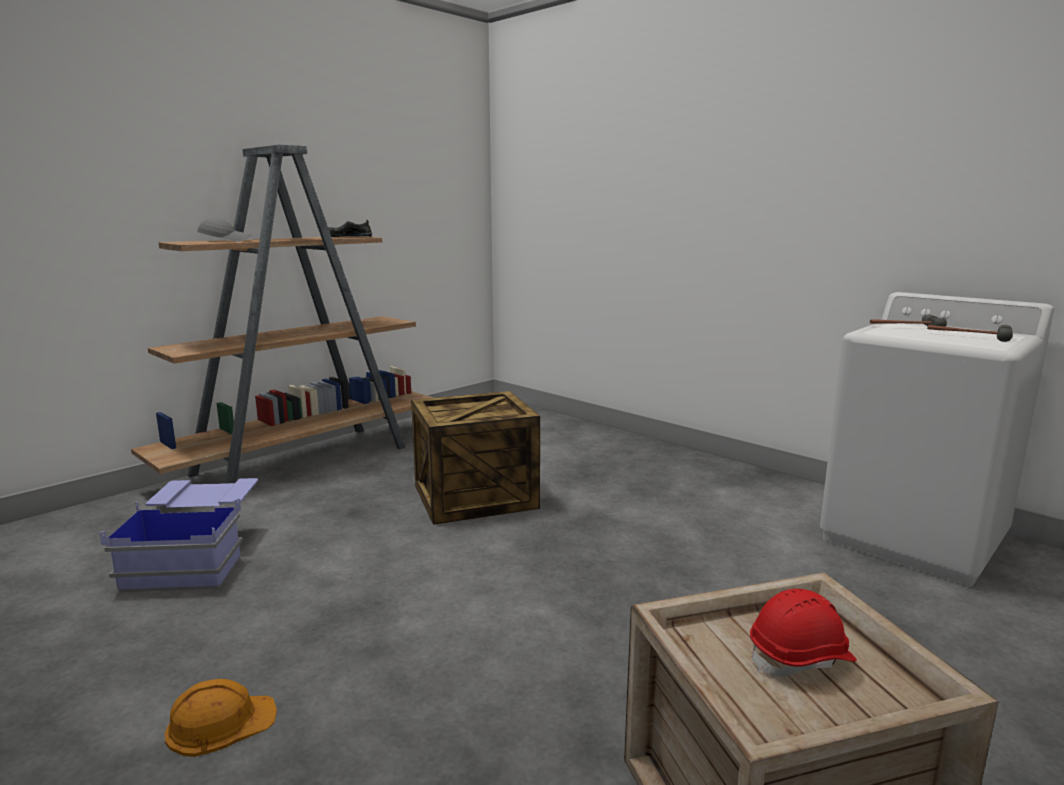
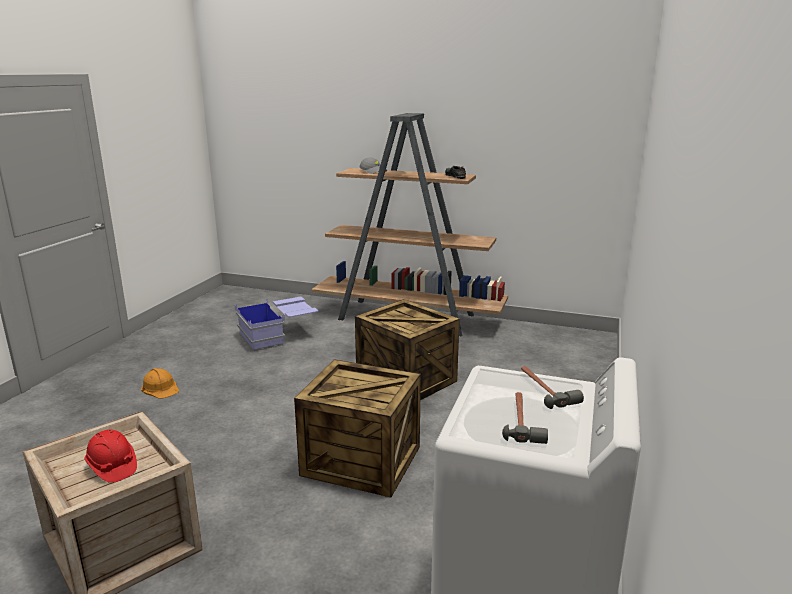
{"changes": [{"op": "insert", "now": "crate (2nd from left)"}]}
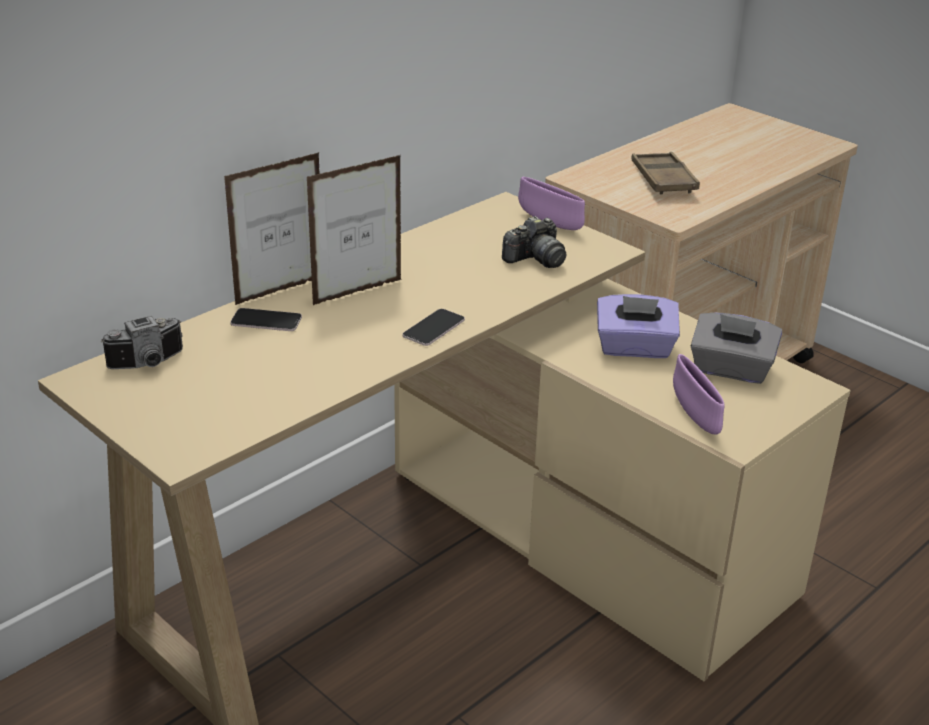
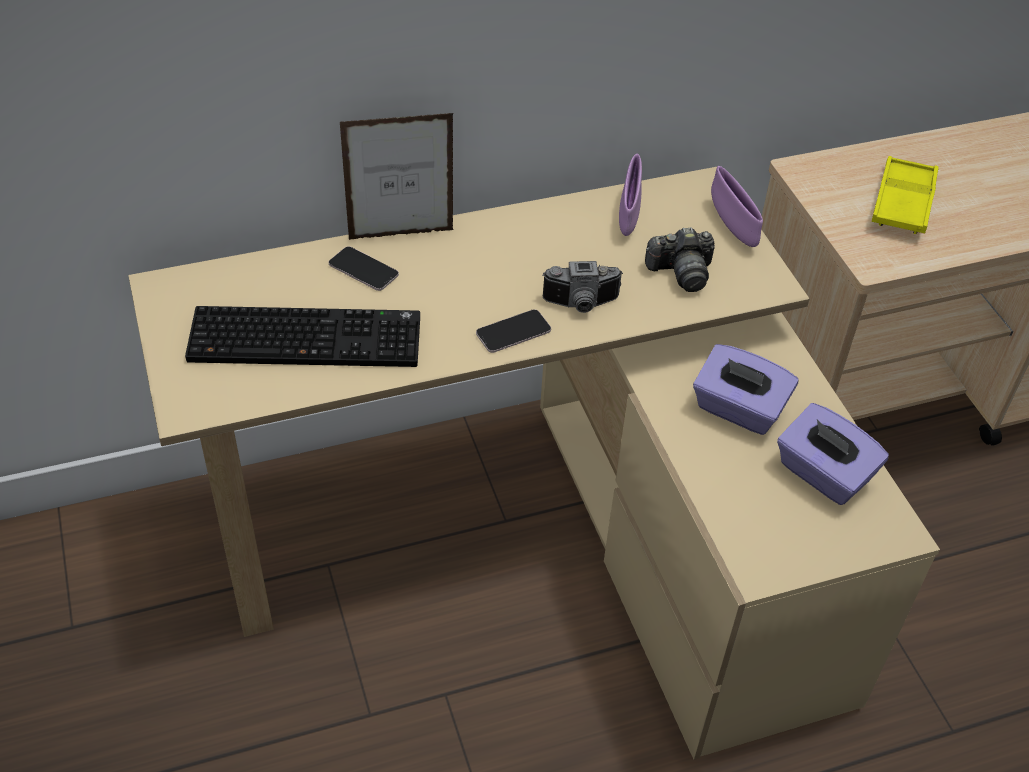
{"changes": [{"op": "recolor", "was": "brown tray", "now": "yellow tray"}, {"op": "delete", "was": "picture frame (2nd from left)"}, {"op": "recolor", "was": "grey tissue box", "now": "purple tissue box (2nd from left)"}, {"op": "move", "was": "photo camera (1st from left)"}, {"op": "move", "was": "purple bowl (2nd from left in the first image)", "now": "purple bowl (1st from left)"}, {"op": "insert", "now": "keyboard"}]}
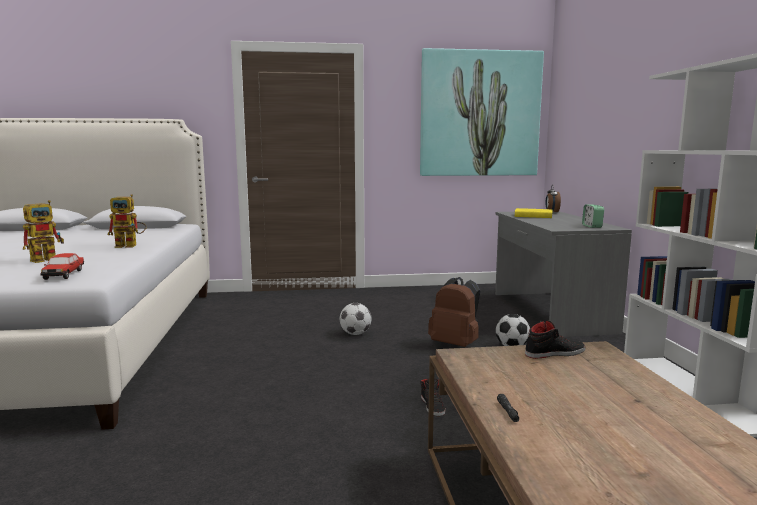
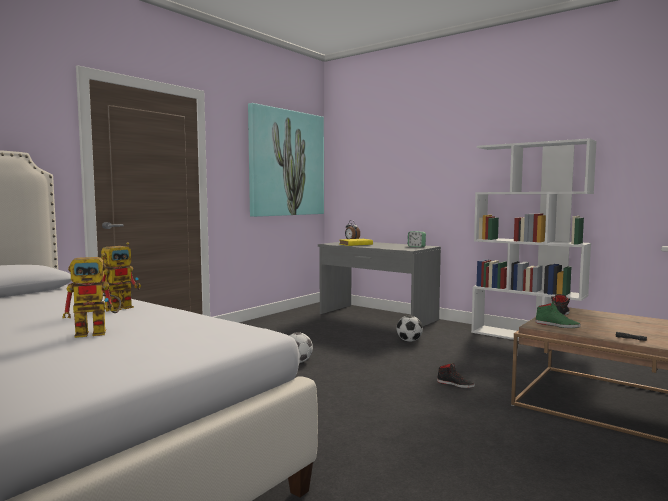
{"changes": [{"op": "rotate", "was": "toy robot (1st from left)", "clockwise": 75}, {"op": "delete", "was": "toy car"}, {"op": "delete", "was": "brown backpack"}, {"op": "insert", "now": "green shoe"}]}
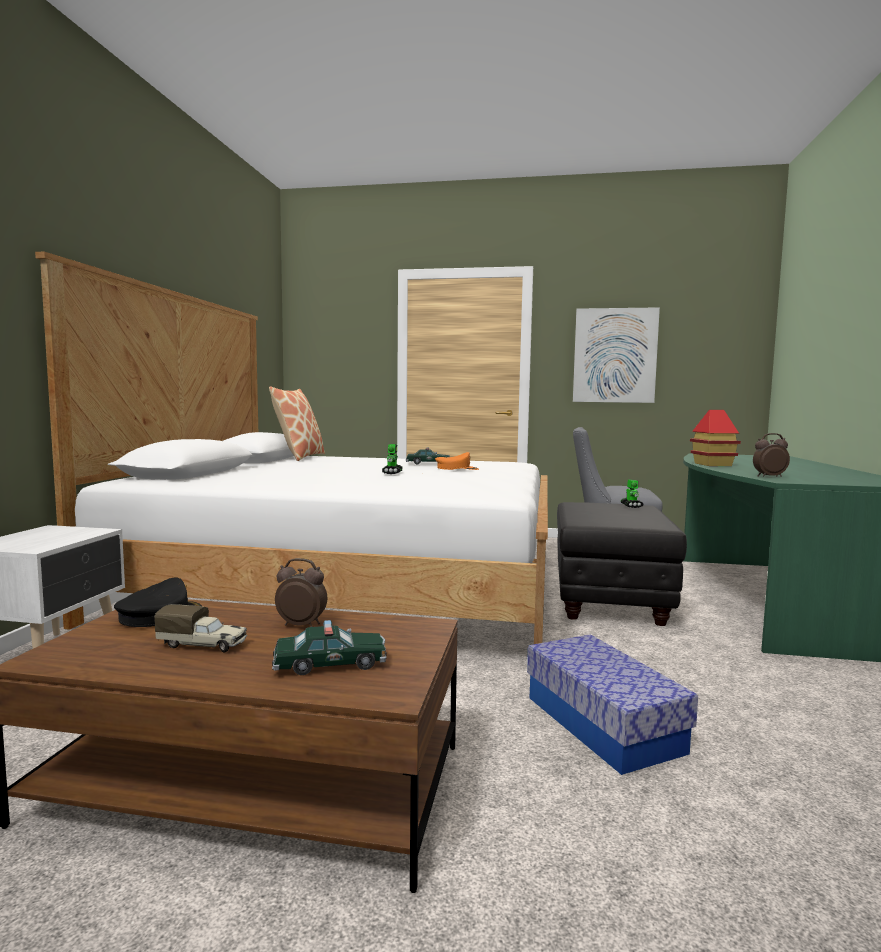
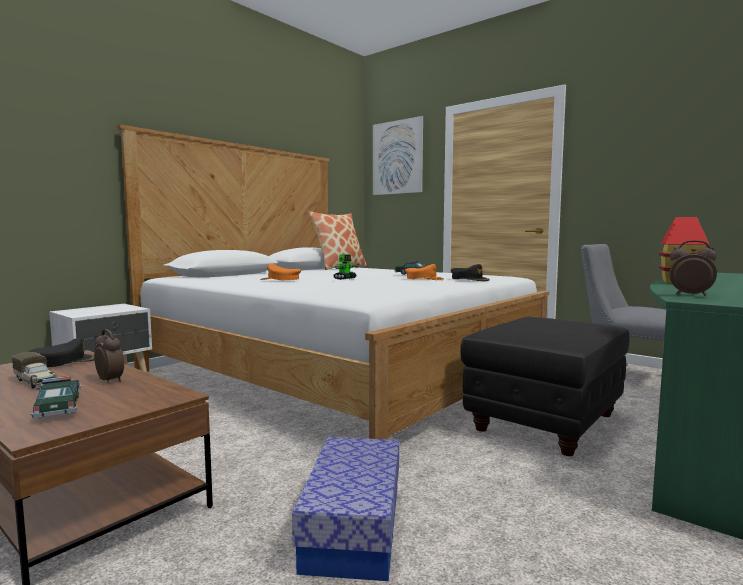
{"changes": [{"op": "move", "was": "picture"}, {"op": "delete", "was": "toy robot (2nd from left)"}, {"op": "rotate", "was": "toy car (1st from left)", "clockwise": -135}, {"op": "insert", "now": "orange cap (1st from left)"}, {"op": "insert", "now": "black cap (2nd from left)"}]}
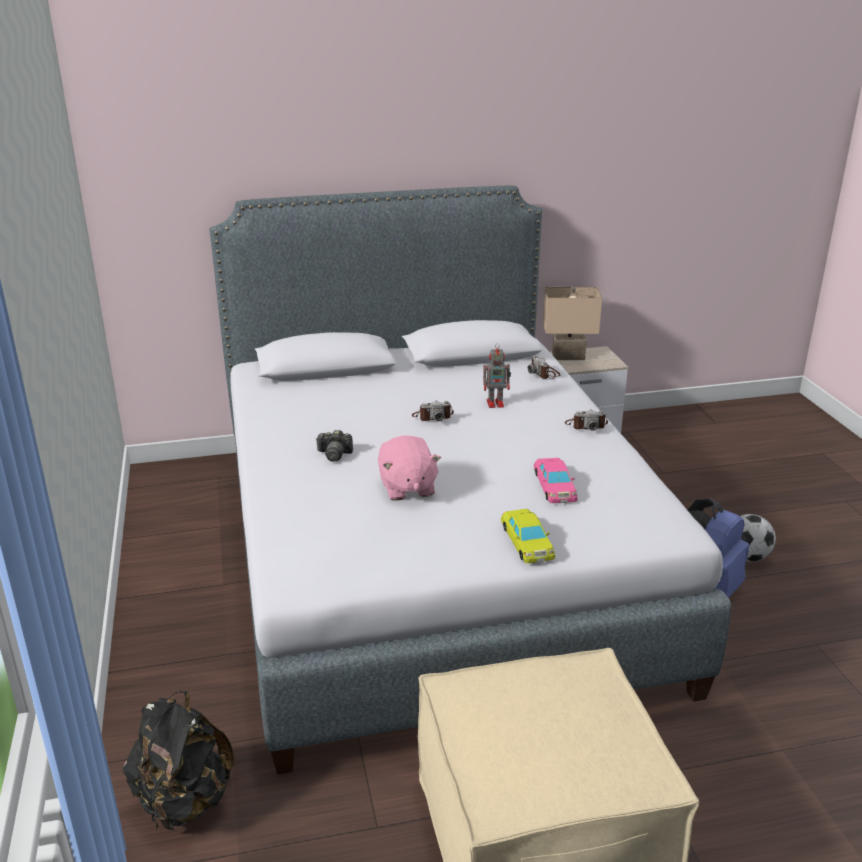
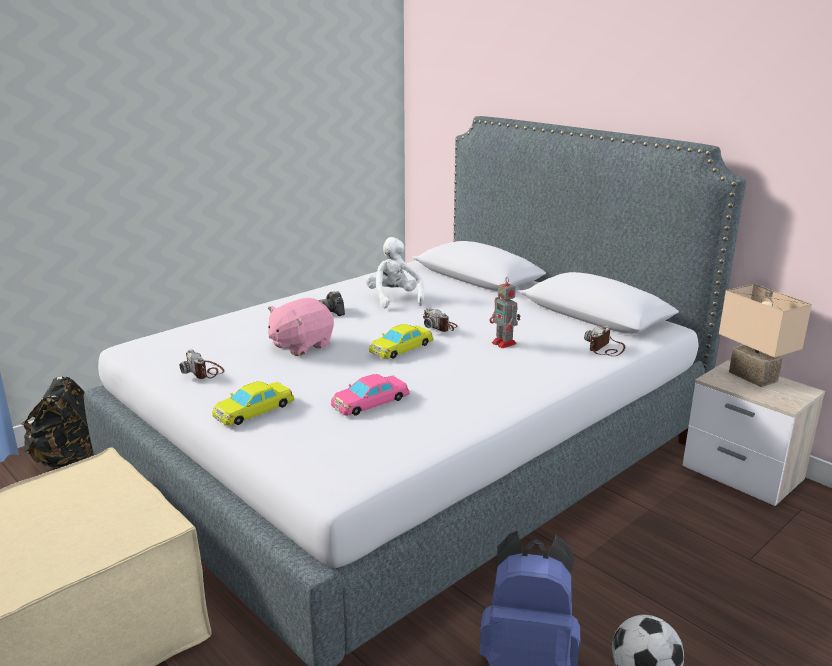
{"changes": [{"op": "move", "was": "photo camera (4th from left in the first image)", "now": "photo camera (1st from left)"}, {"op": "insert", "now": "white plush toy"}, {"op": "insert", "now": "yellow toy car (2nd from left)"}]}
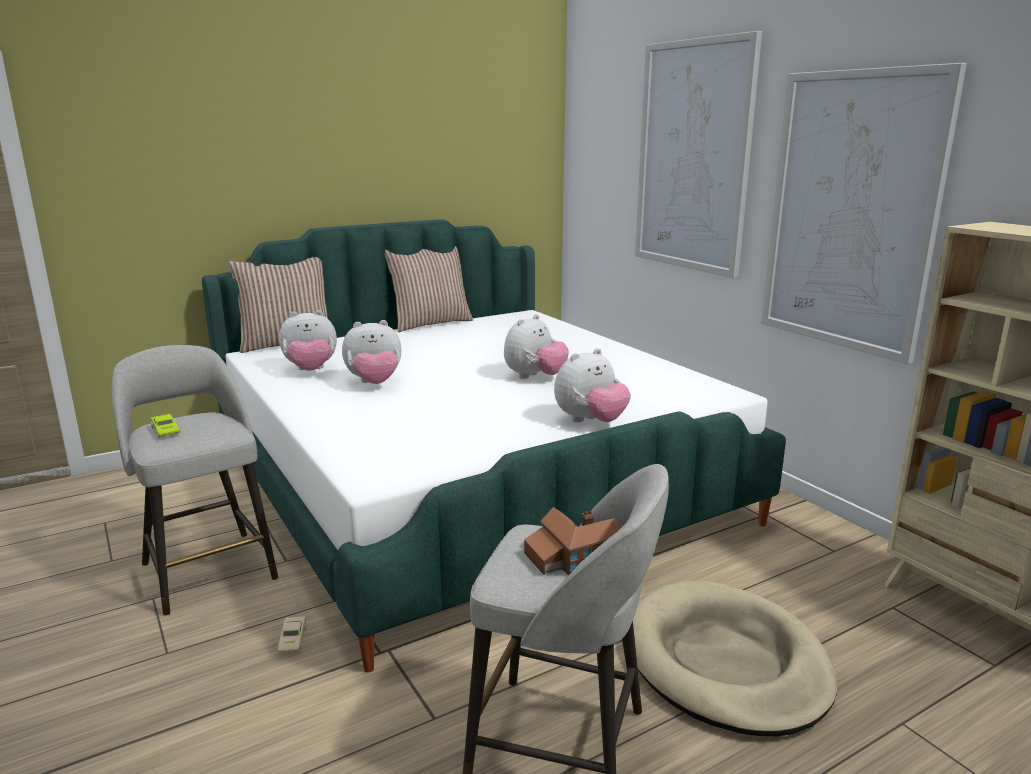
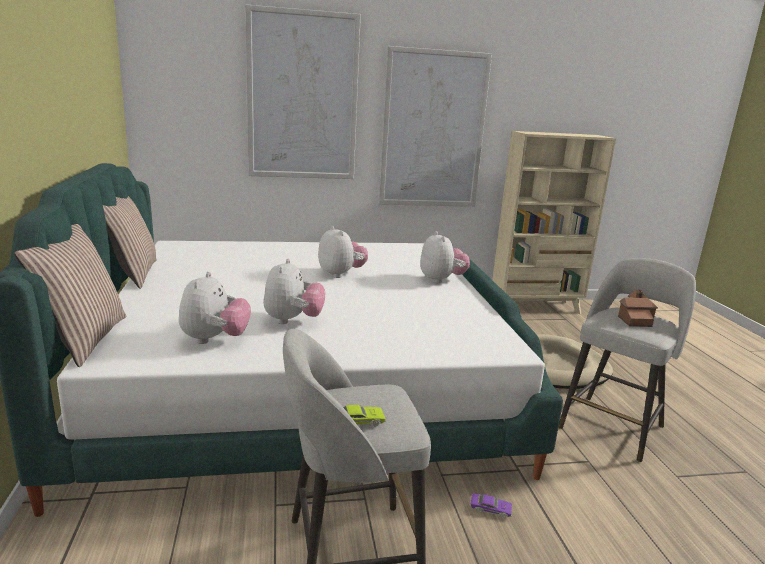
{"changes": [{"op": "recolor", "was": "beige toy car", "now": "purple toy car"}]}
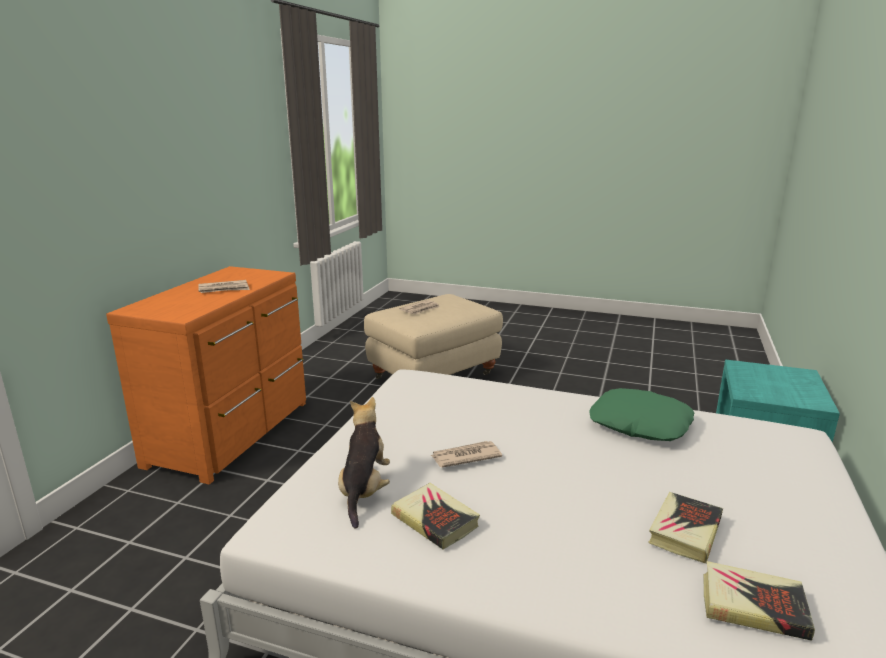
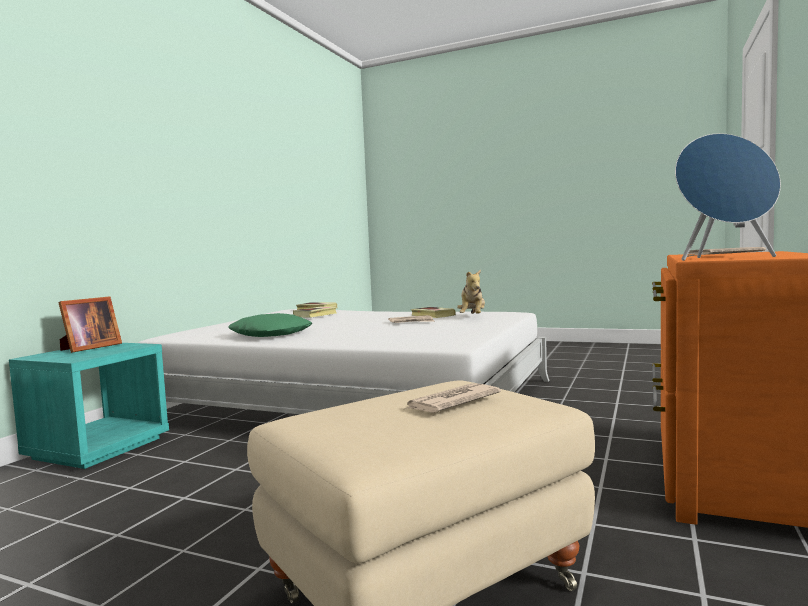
{"changes": [{"op": "insert", "now": "blue speaker"}, {"op": "insert", "now": "picture frame"}]}
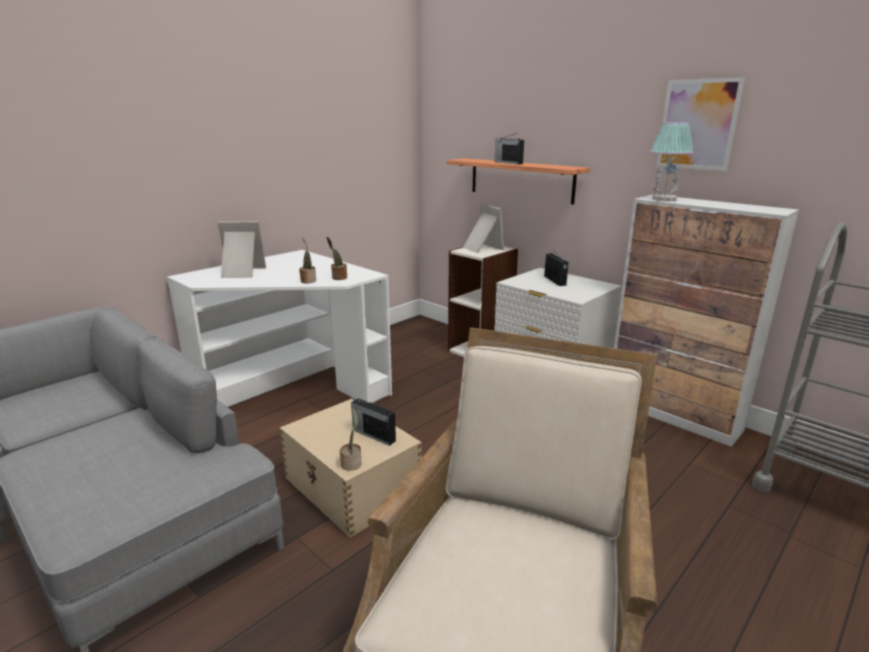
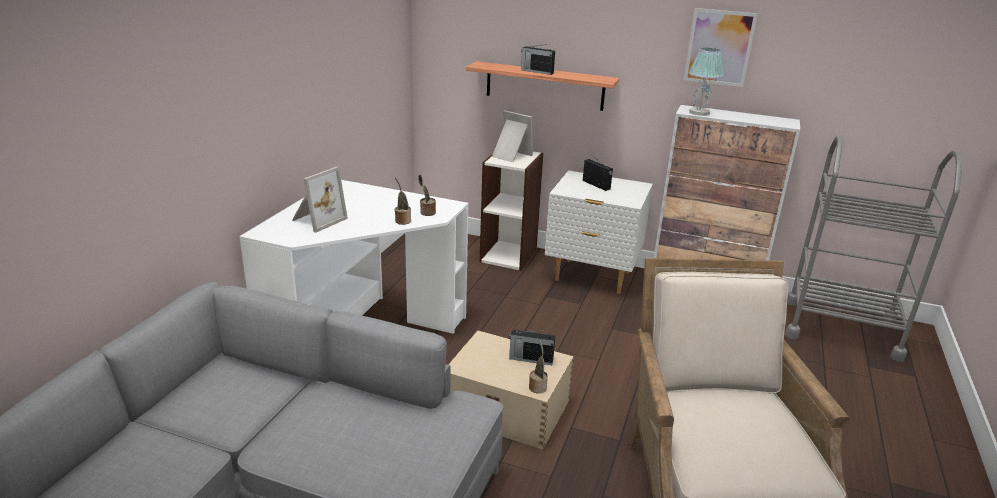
{"changes": [{"op": "rotate", "was": "picture frame (1st from left)", "clockwise": 150}]}
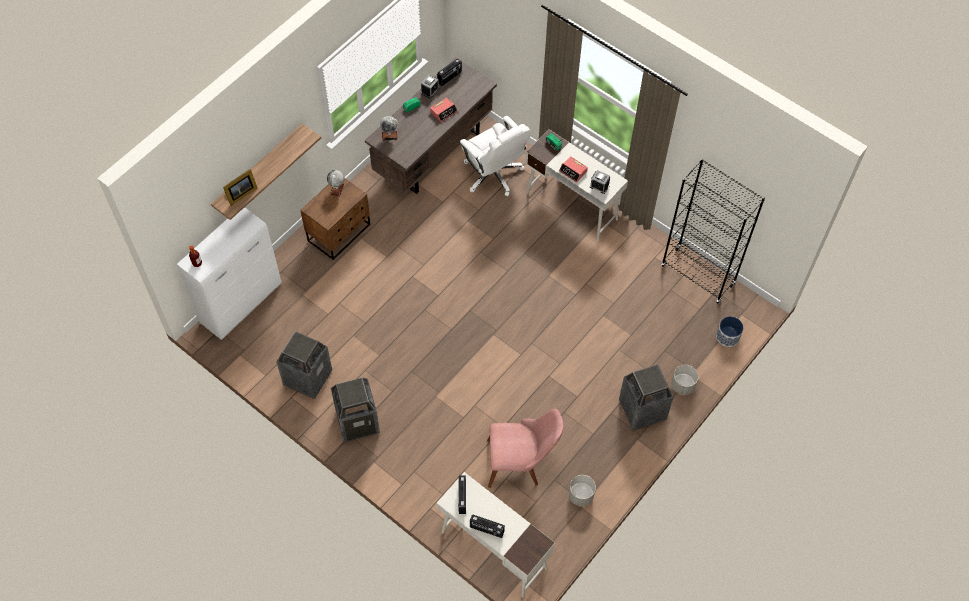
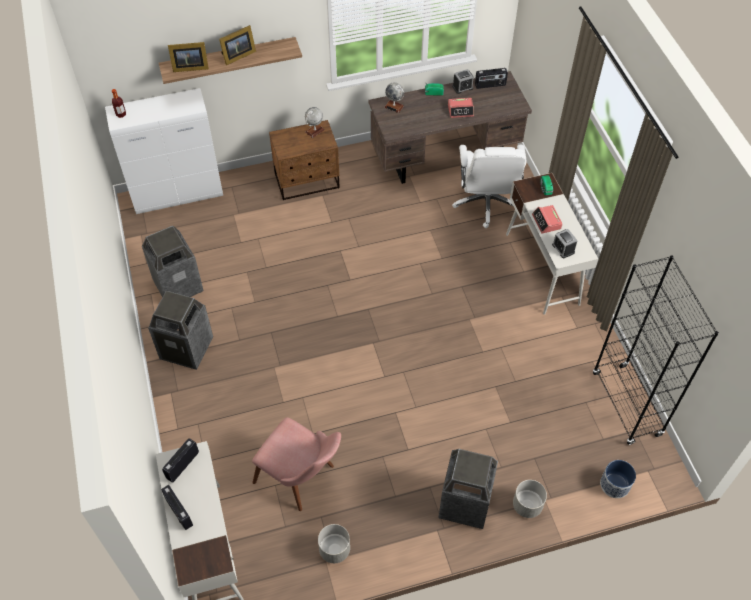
{"changes": [{"op": "insert", "now": "picture frame (2nd from left)"}]}
